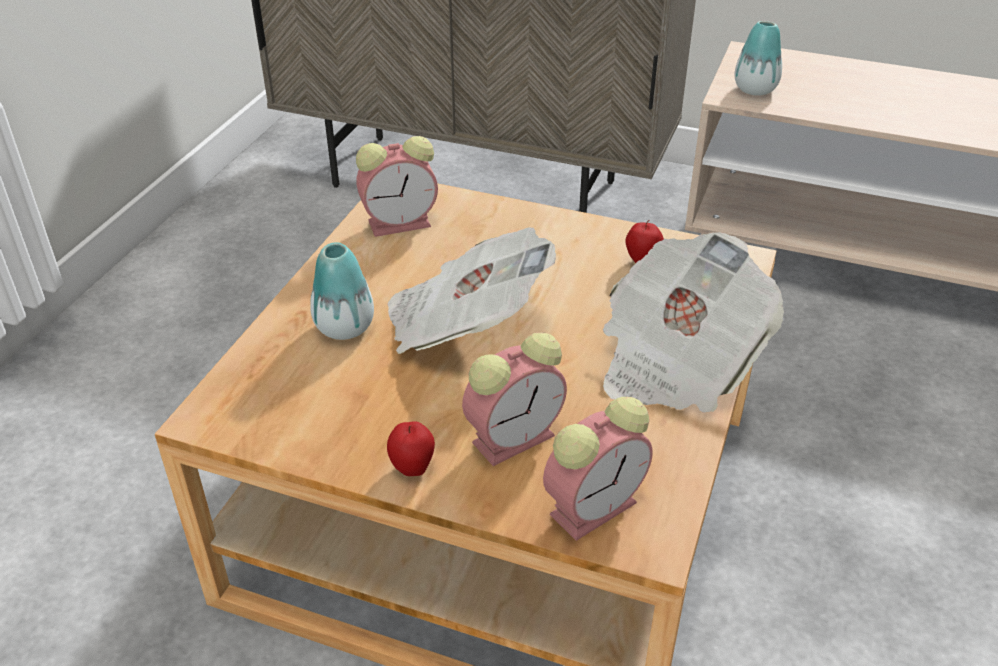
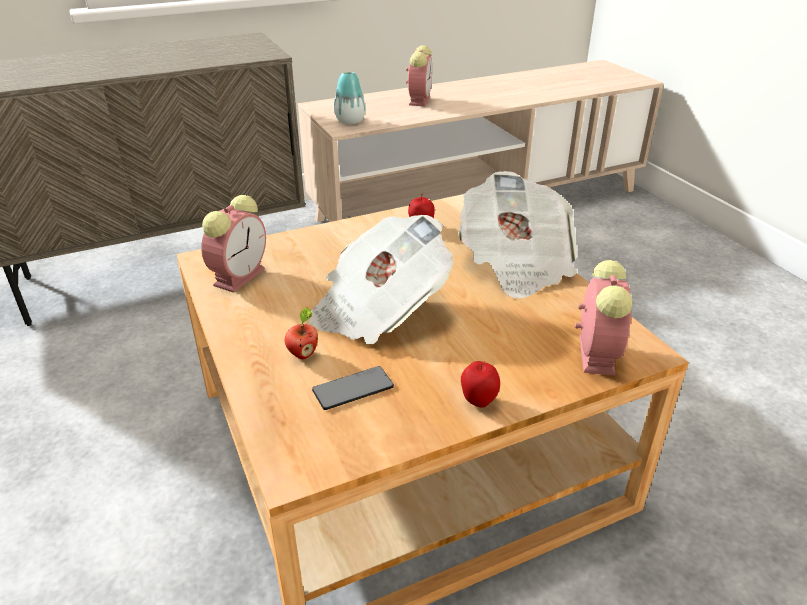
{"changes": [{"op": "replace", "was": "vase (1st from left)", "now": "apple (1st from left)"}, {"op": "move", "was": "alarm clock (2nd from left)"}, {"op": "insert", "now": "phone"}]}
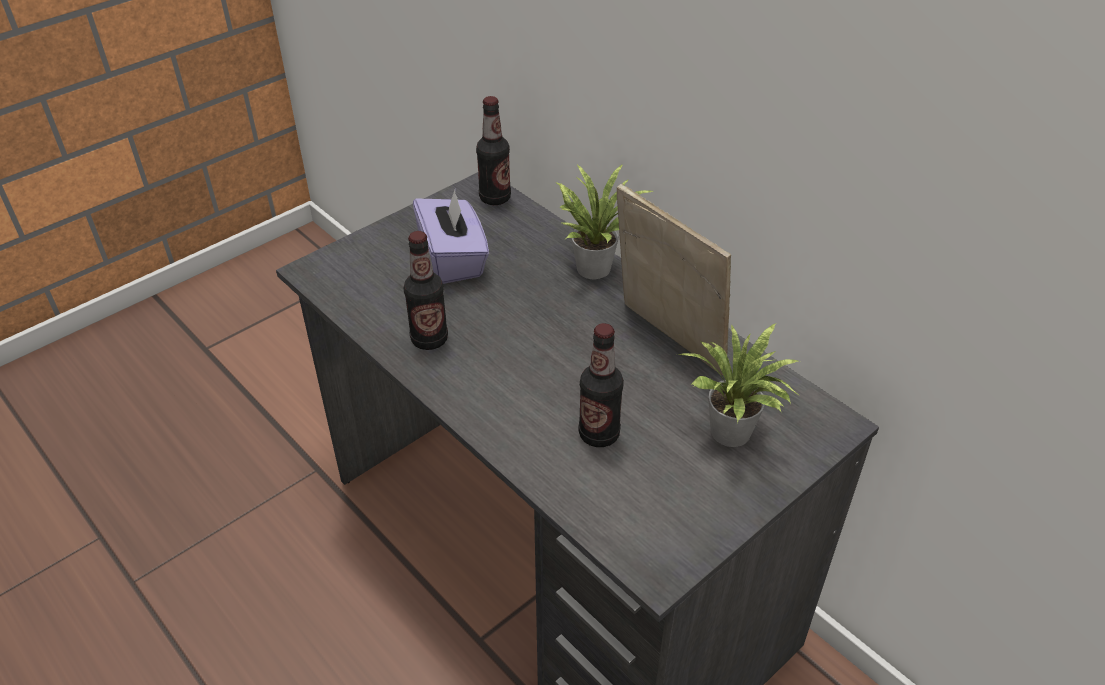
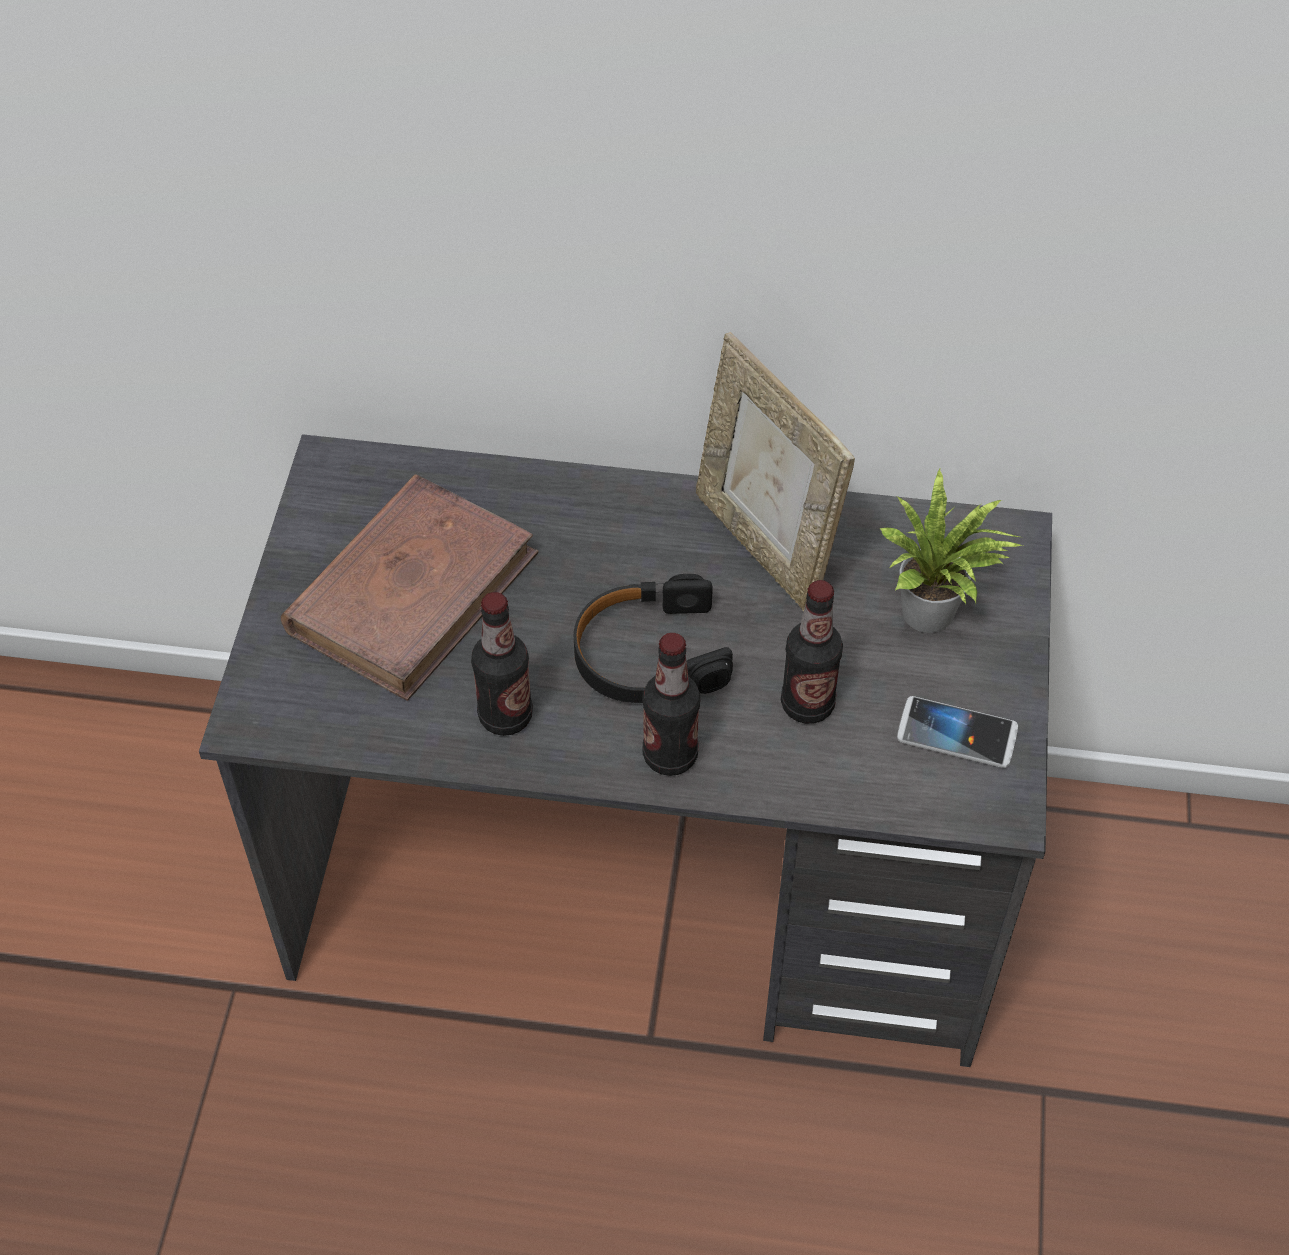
{"changes": [{"op": "move", "was": "bottle (2nd from left)"}, {"op": "delete", "was": "potted plant (1st from left)"}, {"op": "rotate", "was": "picture frame", "clockwise": -135}, {"op": "replace", "was": "purple tissue box", "now": "brown book"}, {"op": "insert", "now": "black headphones"}, {"op": "insert", "now": "phone"}]}
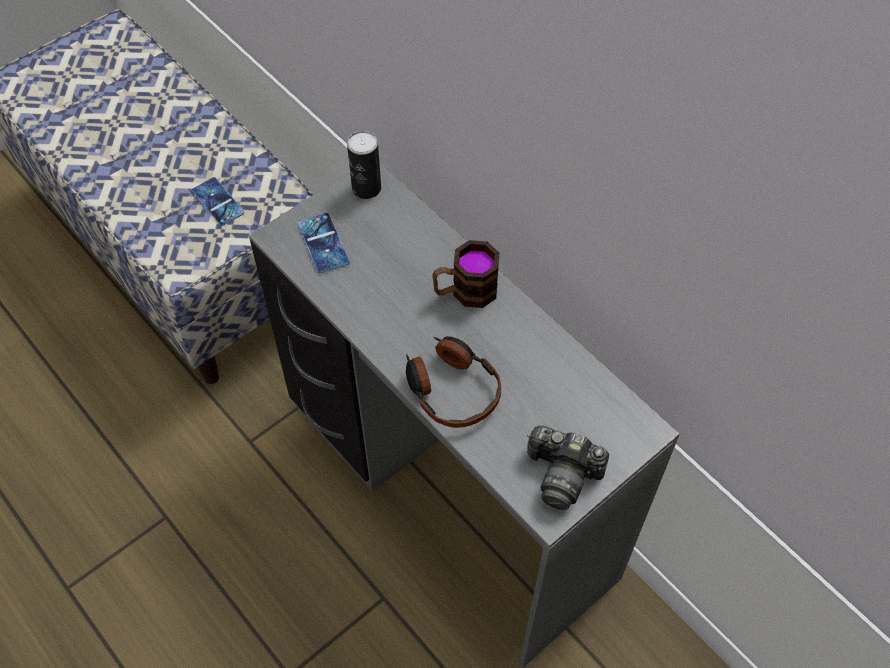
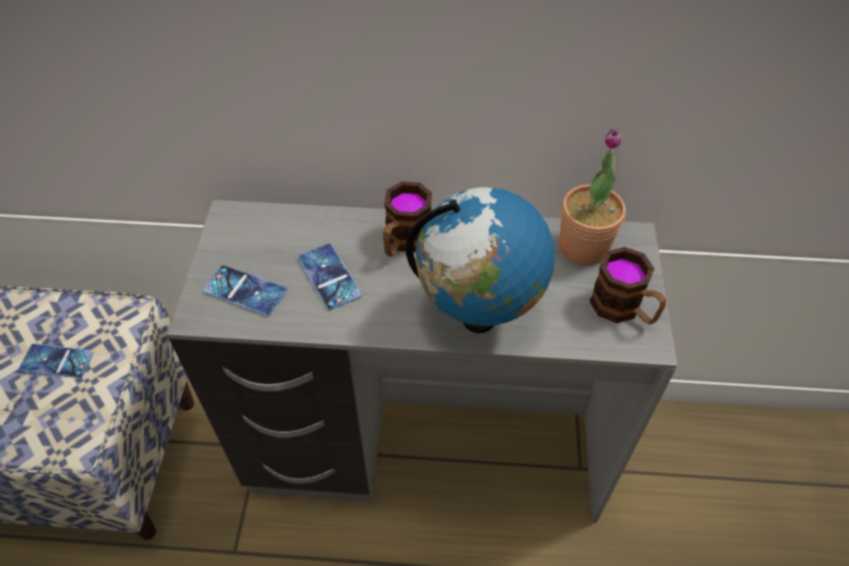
{"changes": [{"op": "delete", "was": "can"}, {"op": "replace", "was": "headphones", "now": "globe"}, {"op": "replace", "was": "photo camera", "now": "mug (2nd from left)"}, {"op": "insert", "now": "potted plant"}, {"op": "insert", "now": "phone (3rd from left)"}]}
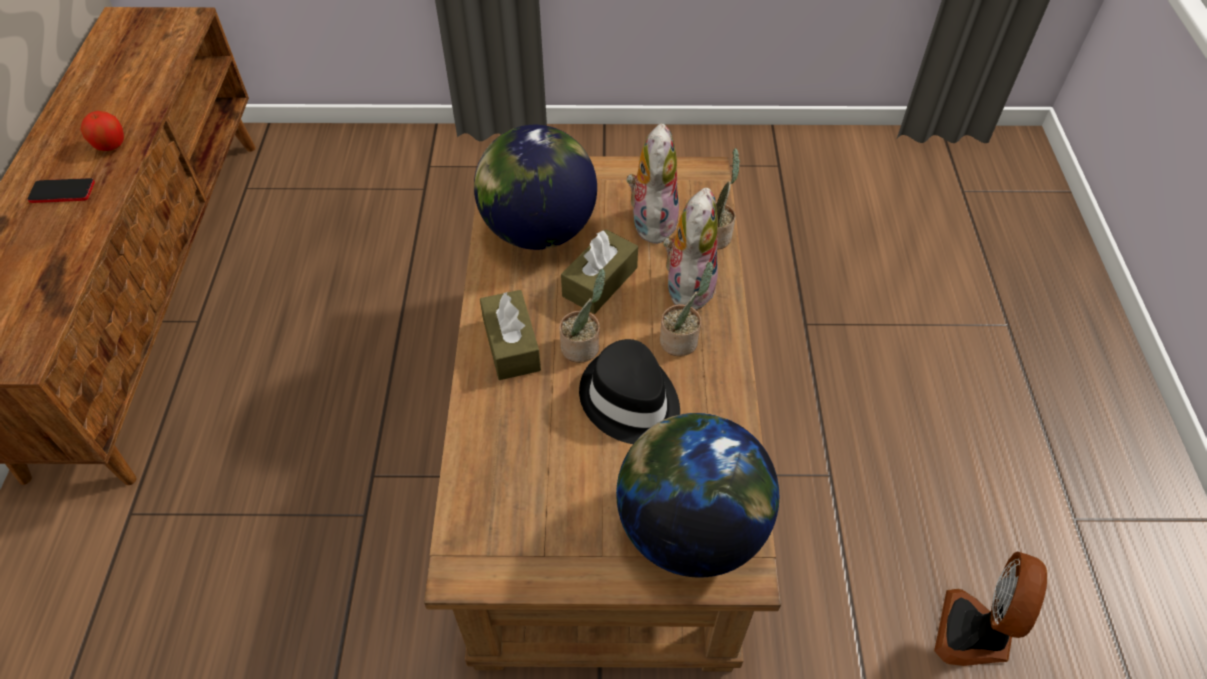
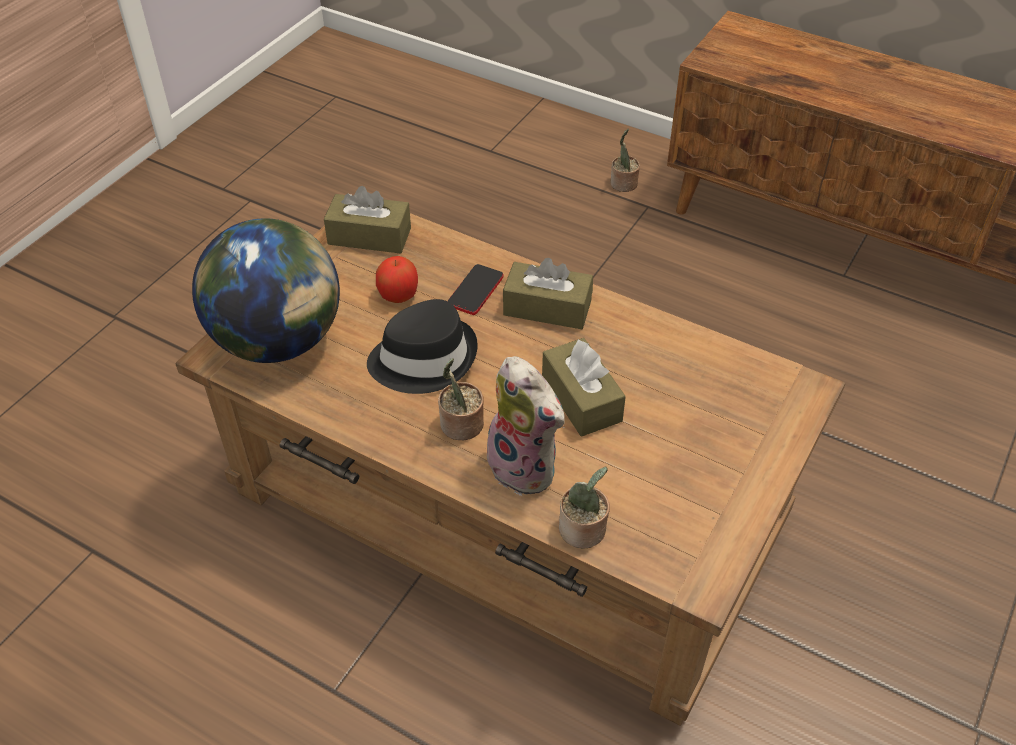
{"changes": [{"op": "move", "was": "apple"}, {"op": "delete", "was": "plush toy (1st from left)"}, {"op": "delete", "was": "globe (1st from left)"}, {"op": "move", "was": "phone"}, {"op": "move", "was": "potted plant (1st from left in the first image)", "now": "potted plant (3rd from left)"}, {"op": "delete", "was": "fan"}, {"op": "insert", "now": "brown tissue box (1st from left)"}]}
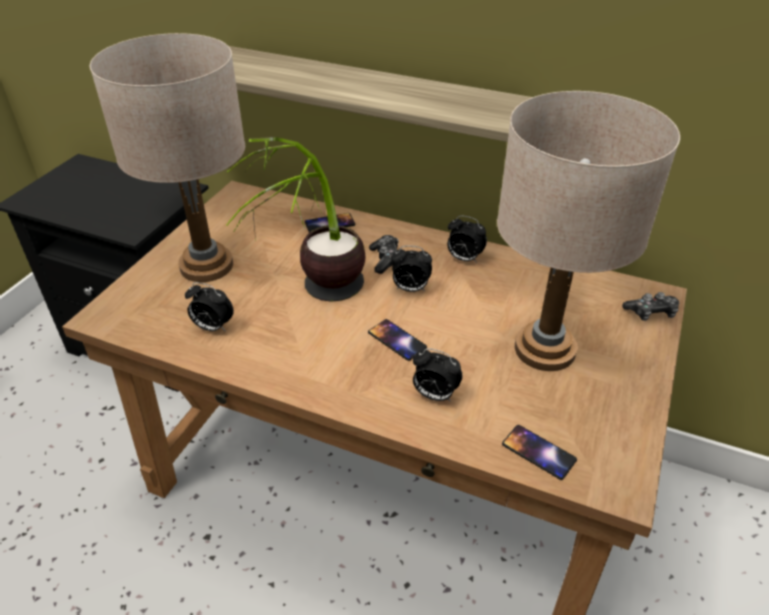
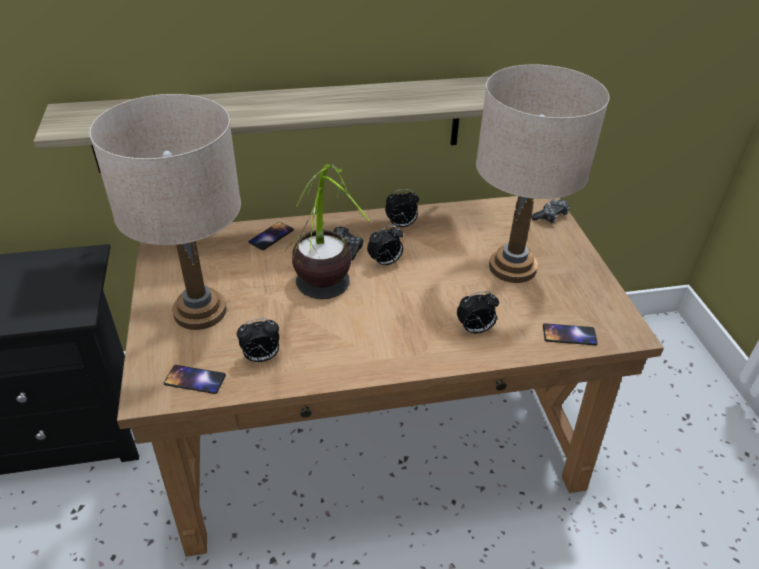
{"changes": [{"op": "move", "was": "phone (2nd from left in the first image)", "now": "phone (1st from left)"}]}
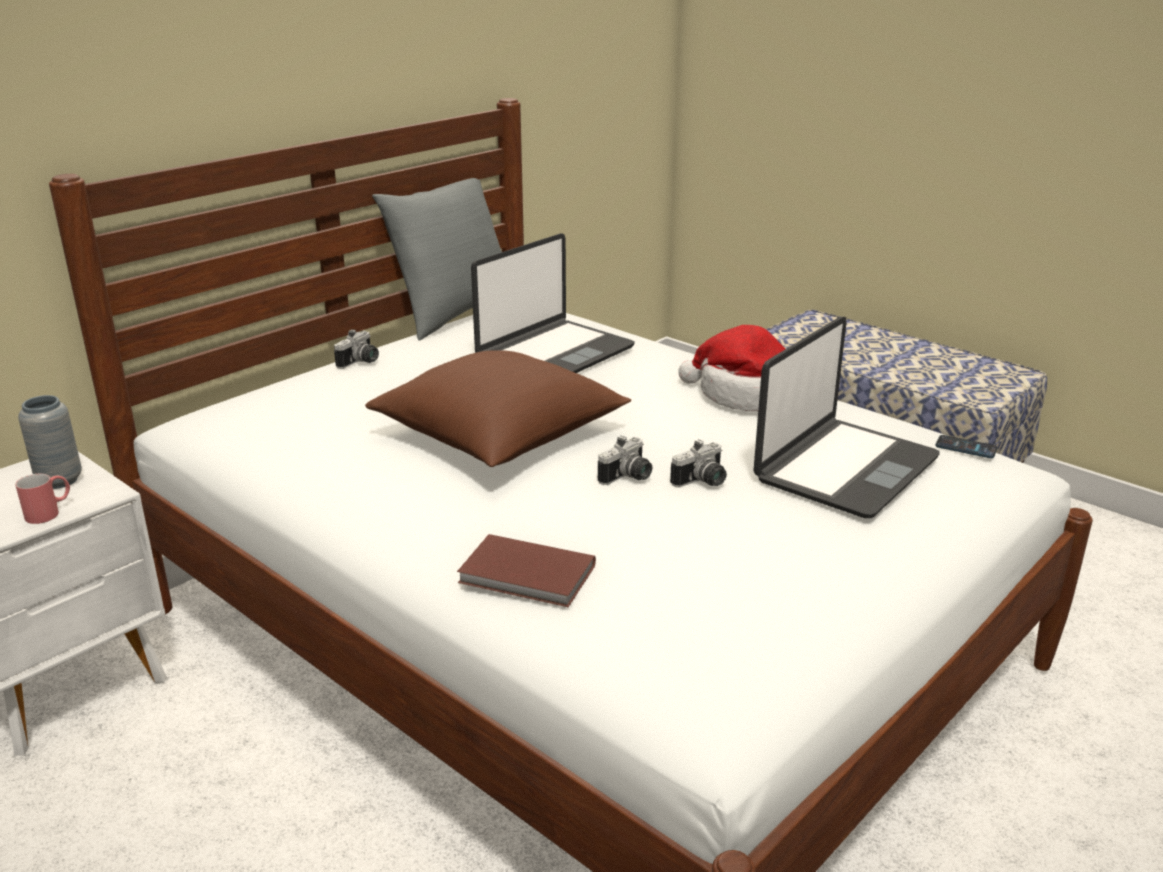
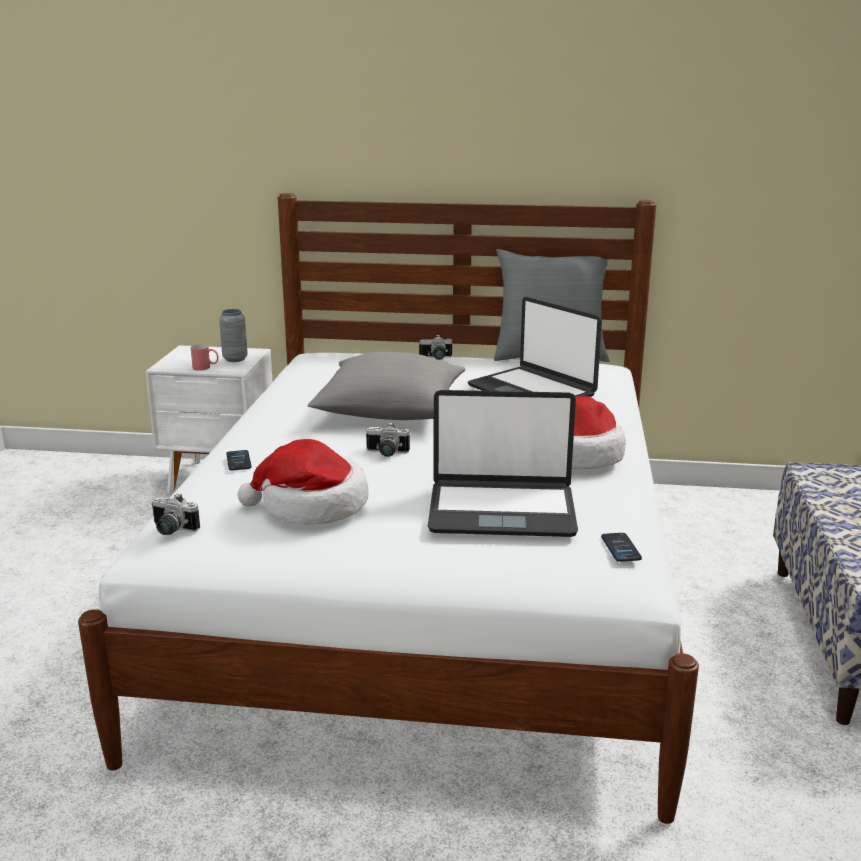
{"changes": [{"op": "rotate", "was": "laptop (1st from left in the first image)", "clockwise": 45}, {"op": "recolor", "was": "brown pillow", "now": "grey pillow (1st from left)"}, {"op": "move", "was": "photo camera (3rd from left in the first image)", "now": "photo camera (1st from left)"}, {"op": "replace", "was": "brown book", "now": "phone (1st from left)"}, {"op": "insert", "now": "hat (1st from left)"}]}
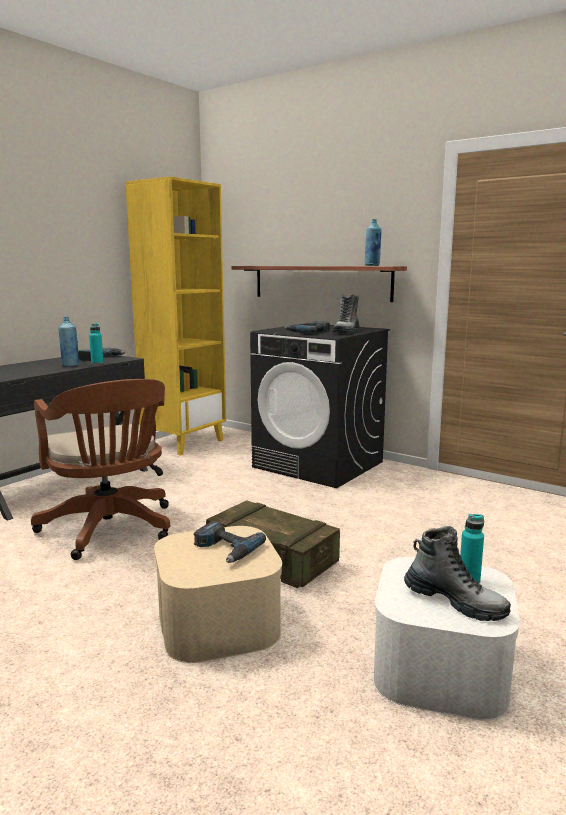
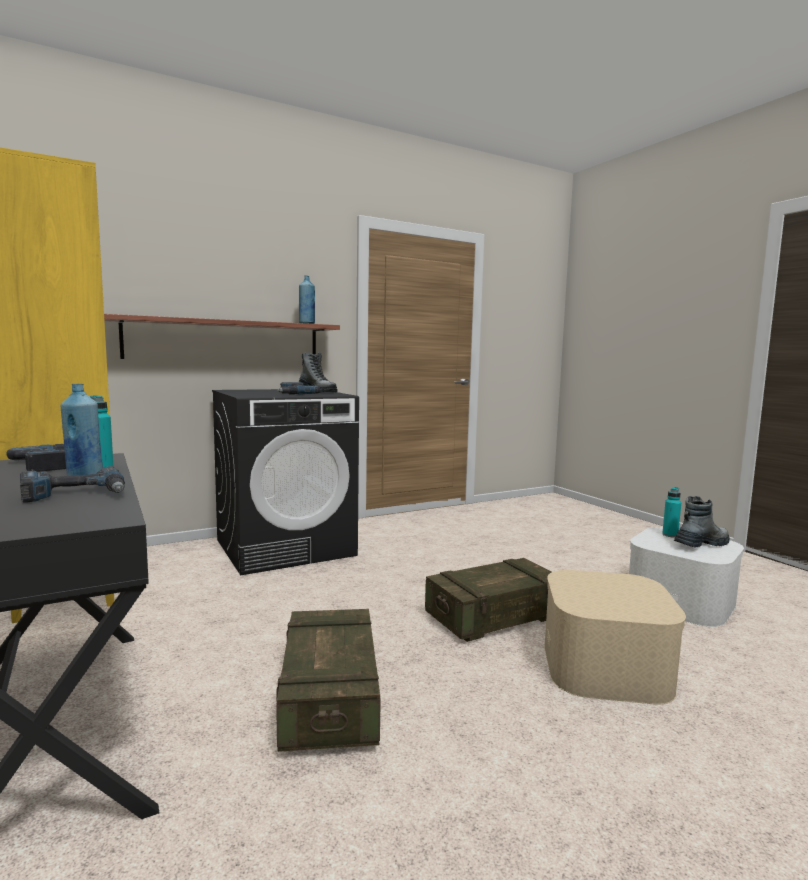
{"changes": [{"op": "replace", "was": "brown office chair", "now": "crate (1st from left)"}, {"op": "move", "was": "power drill (2nd from left)"}]}
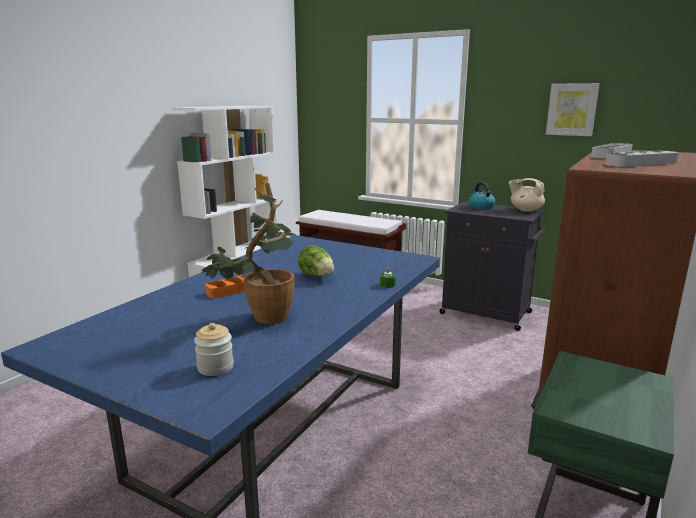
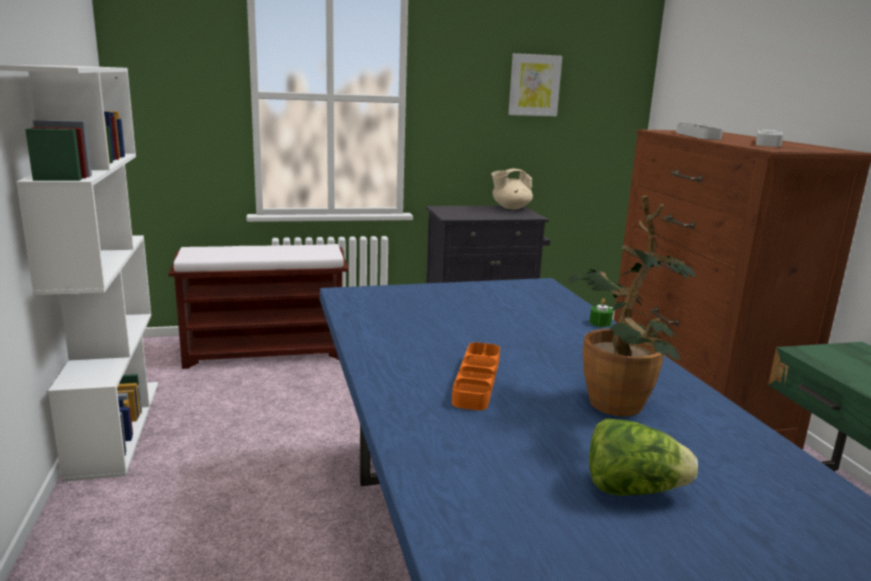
{"changes": [{"op": "delete", "was": "kettle"}, {"op": "move", "was": "lettuce"}, {"op": "delete", "was": "jar"}]}
